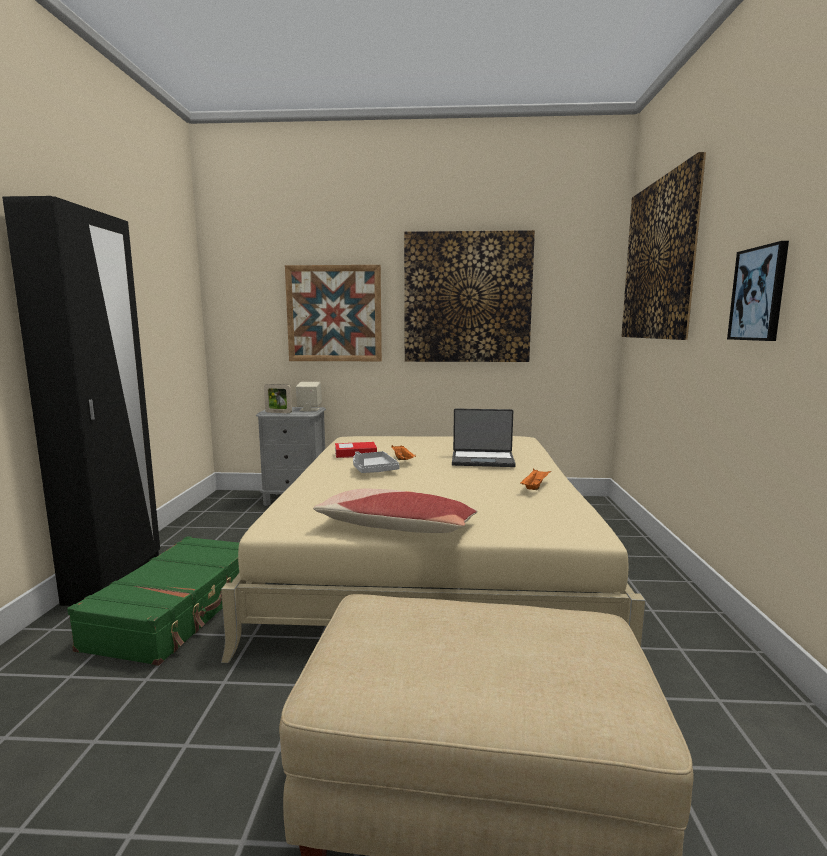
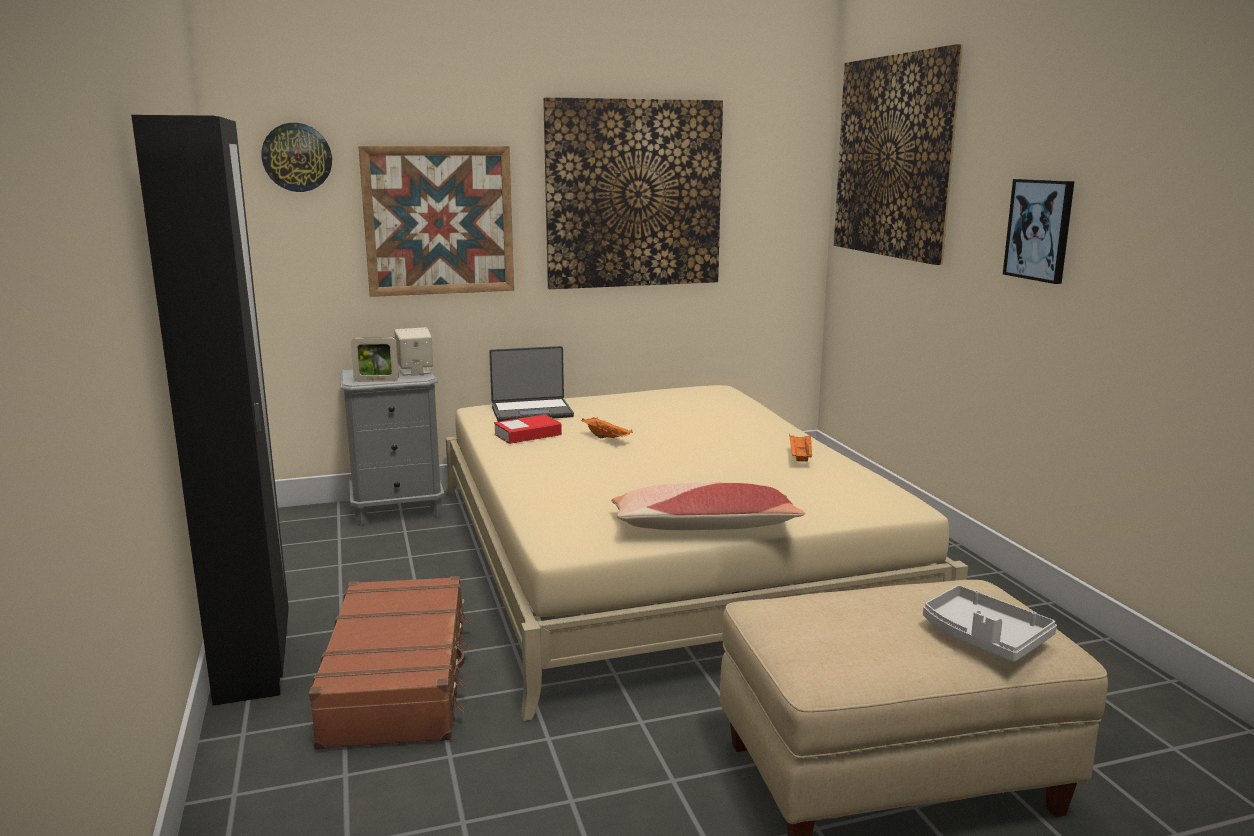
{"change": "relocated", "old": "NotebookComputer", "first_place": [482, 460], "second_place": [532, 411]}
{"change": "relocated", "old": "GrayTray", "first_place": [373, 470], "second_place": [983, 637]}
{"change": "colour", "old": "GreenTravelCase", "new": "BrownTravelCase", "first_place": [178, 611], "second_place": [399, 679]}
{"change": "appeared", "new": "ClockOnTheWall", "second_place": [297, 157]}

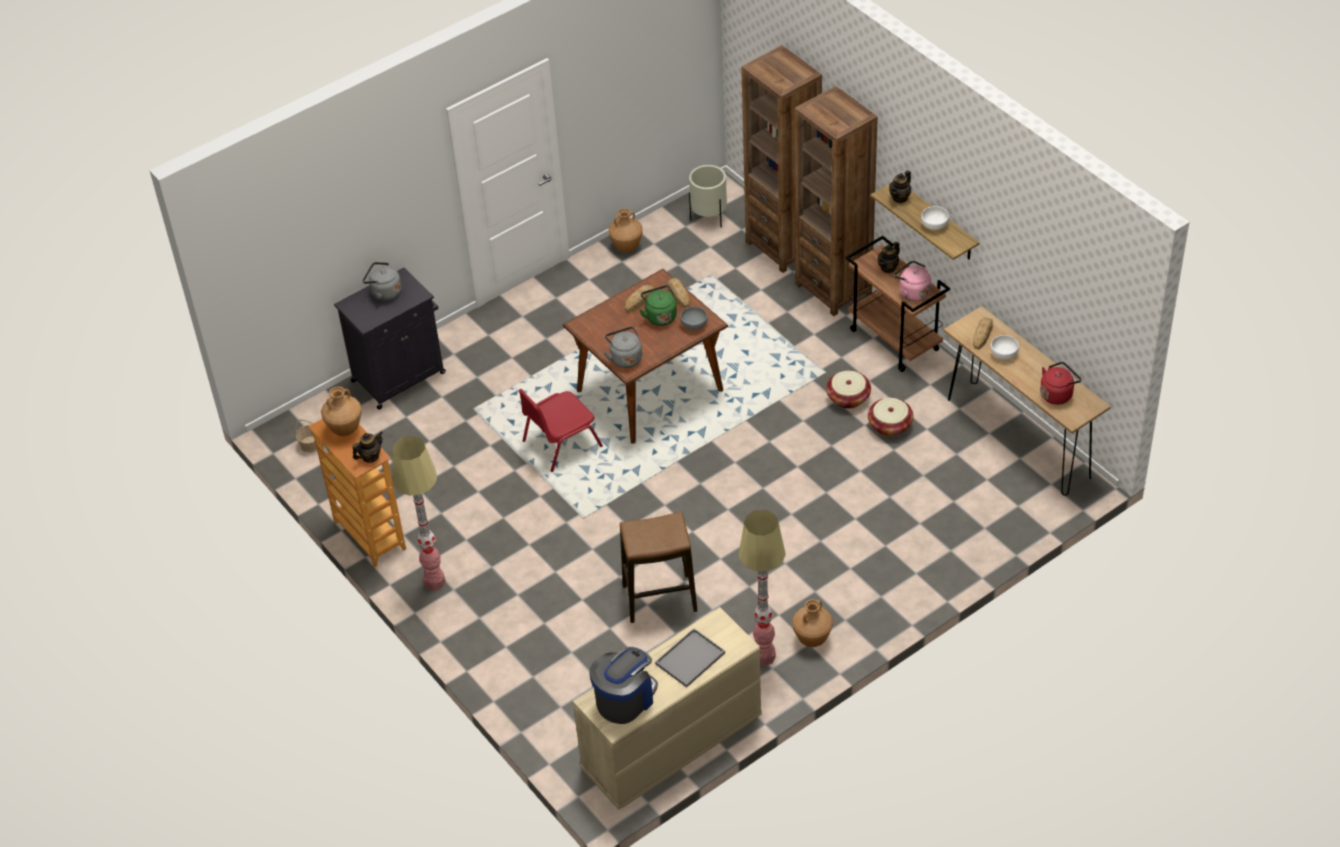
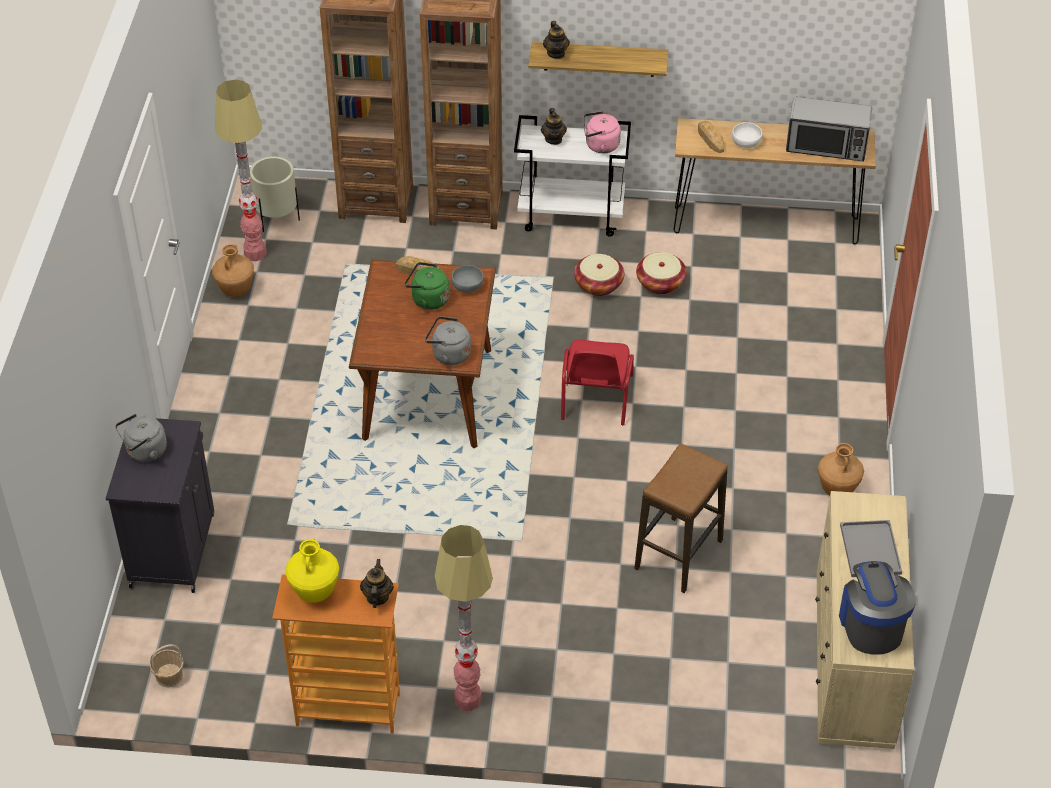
{"change": "missing", "old": "WhiteColouredDeepDish", "first_place": [934, 224]}
{"change": "colour", "old": "BrownWheeledCart", "new": "WhiteColouredWheeledCart", "first_place": [895, 340], "second_place": [572, 215]}
{"change": "missing", "old": "BakedBread", "first_place": [640, 300]}
{"change": "exchanged", "old": "RedColouredKettle", "new": "Microwave", "first_place": [1057, 394], "second_place": [826, 146]}
{"change": "colour", "old": "BrownFlowerVase", "new": "YellowishFlowerVase", "first_place": [345, 429], "second_place": [315, 592]}
{"change": "relocated", "old": "RedColouredUprightChair", "first_place": [560, 443], "second_place": [595, 398]}
{"change": "relocated", "old": "StandingLamp", "first_place": [764, 656], "second_place": [255, 253]}

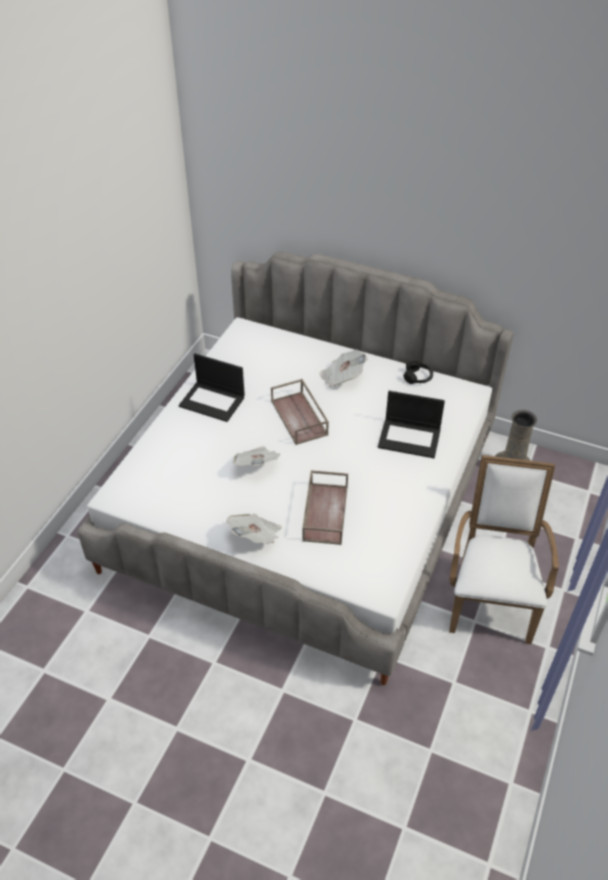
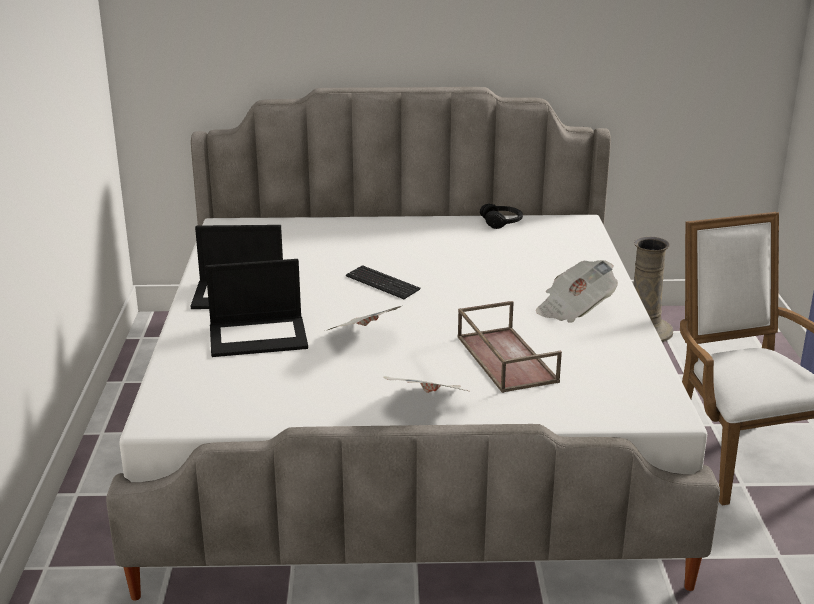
{"change": "relocated", "old": "Newspaper", "first_place": [342, 377], "second_place": [574, 310]}
{"change": "exchanged", "old": "BrownTray", "new": "ComputerKeyboard", "first_place": [300, 418], "second_place": [382, 284]}
{"change": "relocated", "old": "NotebookComputer", "first_place": [410, 438], "second_place": [259, 336]}

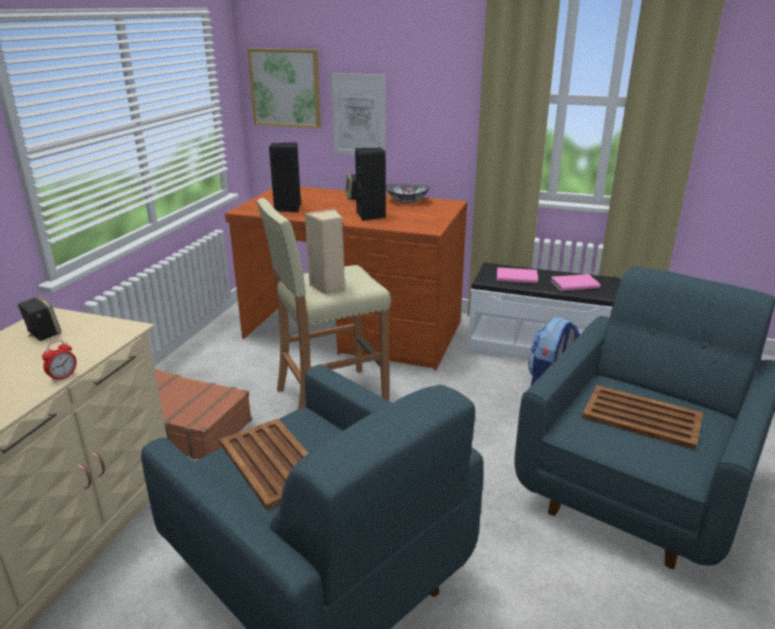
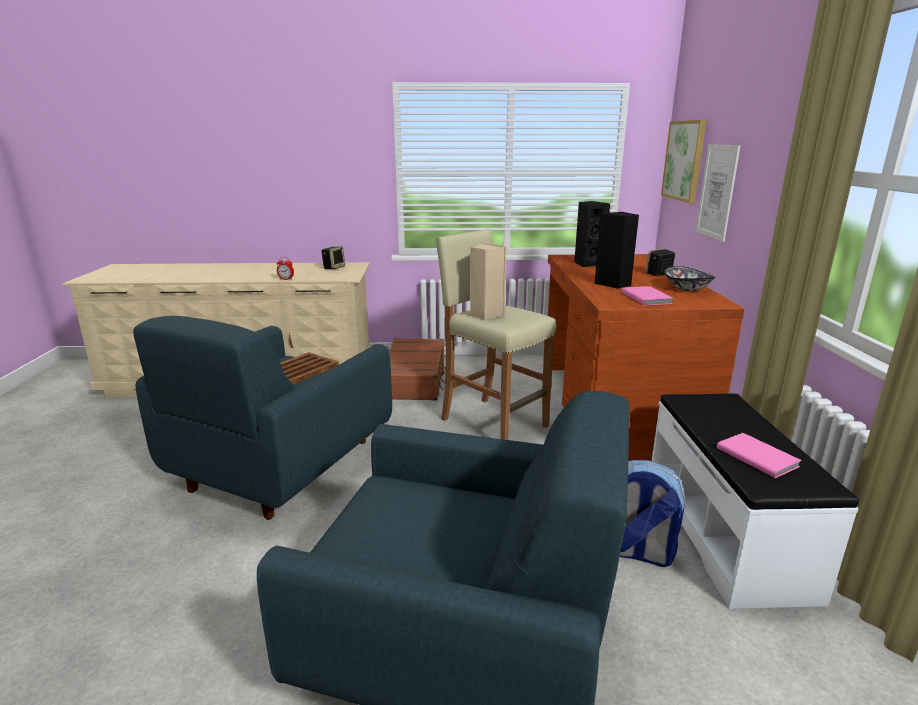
{"change": "relocated", "old": "PinkishBoundBook", "first_place": [516, 277], "second_place": [647, 297]}
{"change": "missing", "old": "BrownTray", "first_place": [640, 417]}

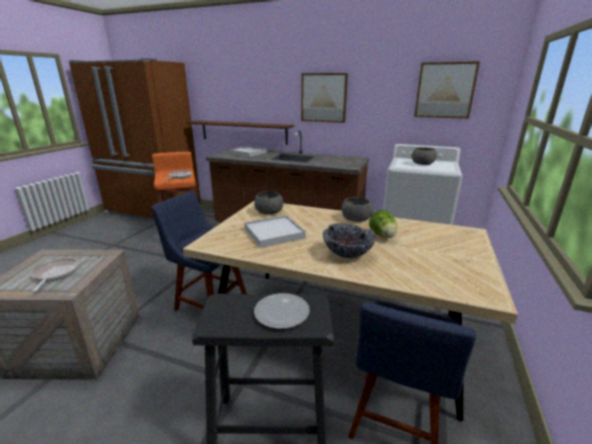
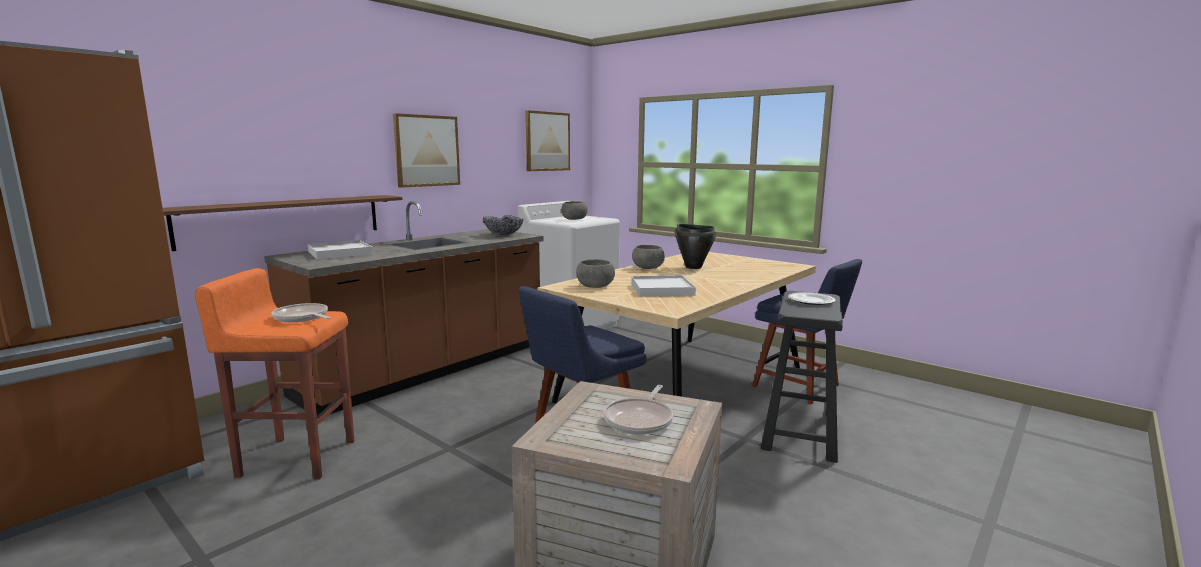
{"change": "exchanged", "old": "LettuceHead", "new": "BlackishSaucepot", "first_place": [383, 236], "second_place": [693, 267]}
{"change": "relocated", "old": "DeepDish", "first_place": [348, 254], "second_place": [504, 235]}
{"change": "spun", "old": "Pan", "first_place": [55, 274], "second_place": [640, 419], "degrees": -75}

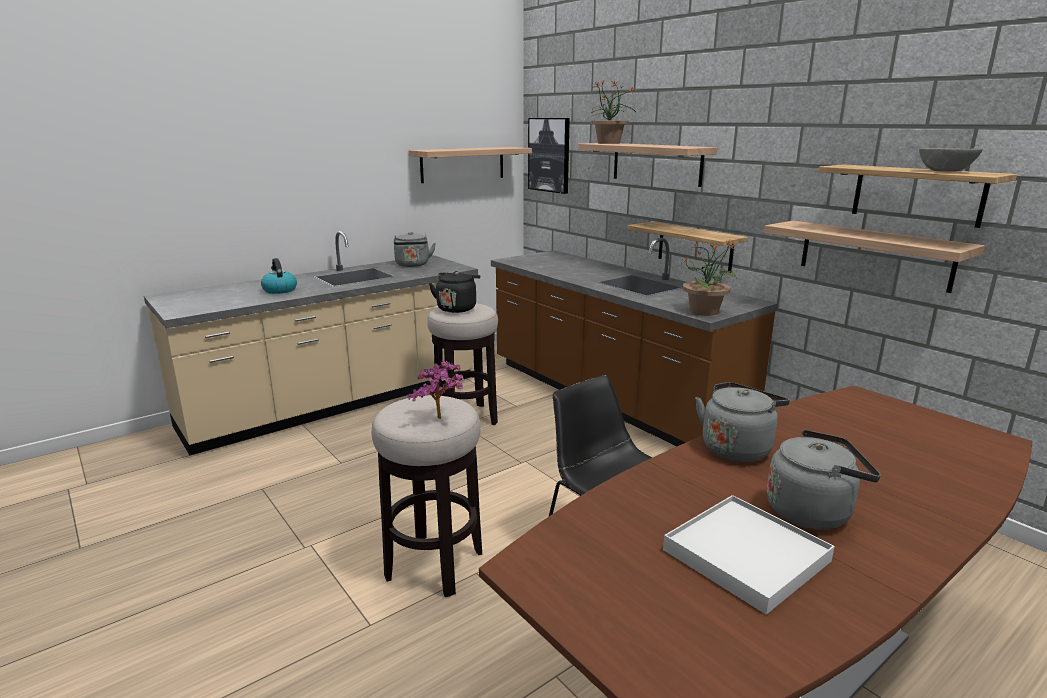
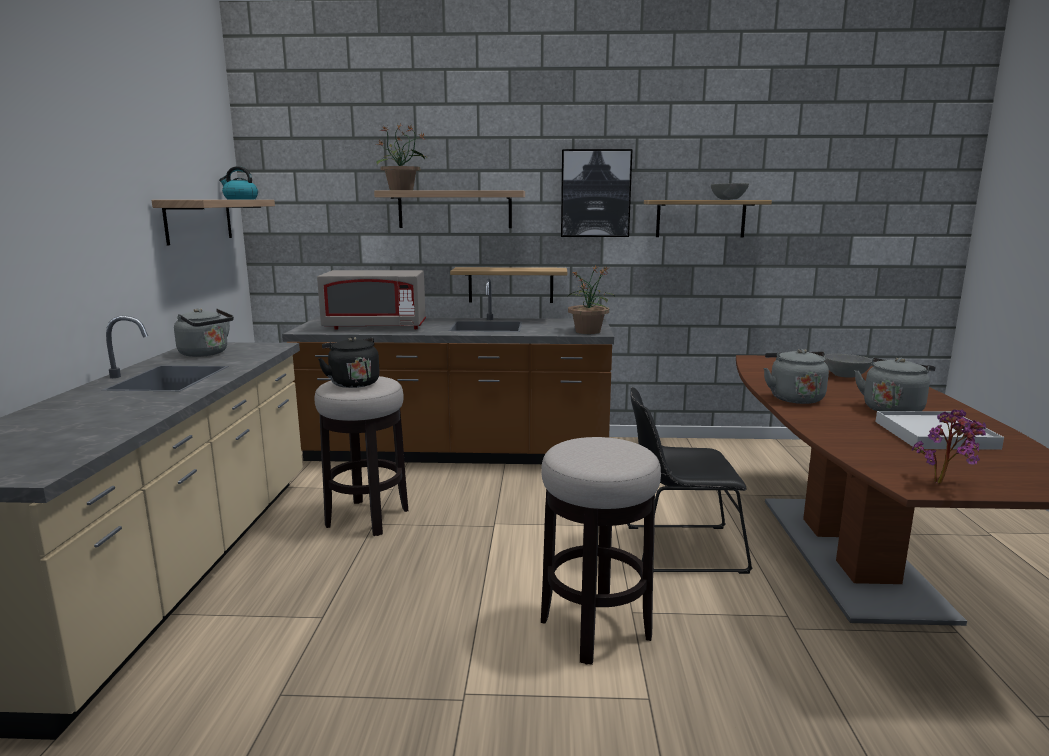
{"change": "relocated", "old": "Picture", "first_place": [549, 155], "second_place": [595, 193]}
{"change": "missing", "old": "WallShelf", "first_place": [874, 255]}
{"change": "relocated", "old": "Kettle", "first_place": [279, 290], "second_place": [240, 199]}
{"change": "relocated", "old": "Houseplant", "first_place": [441, 420], "second_place": [944, 483]}
{"change": "appeared", "new": "GrayMicrowave", "second_place": [376, 327]}
{"change": "appeared", "new": "GrayDeepDish", "second_place": [845, 375]}

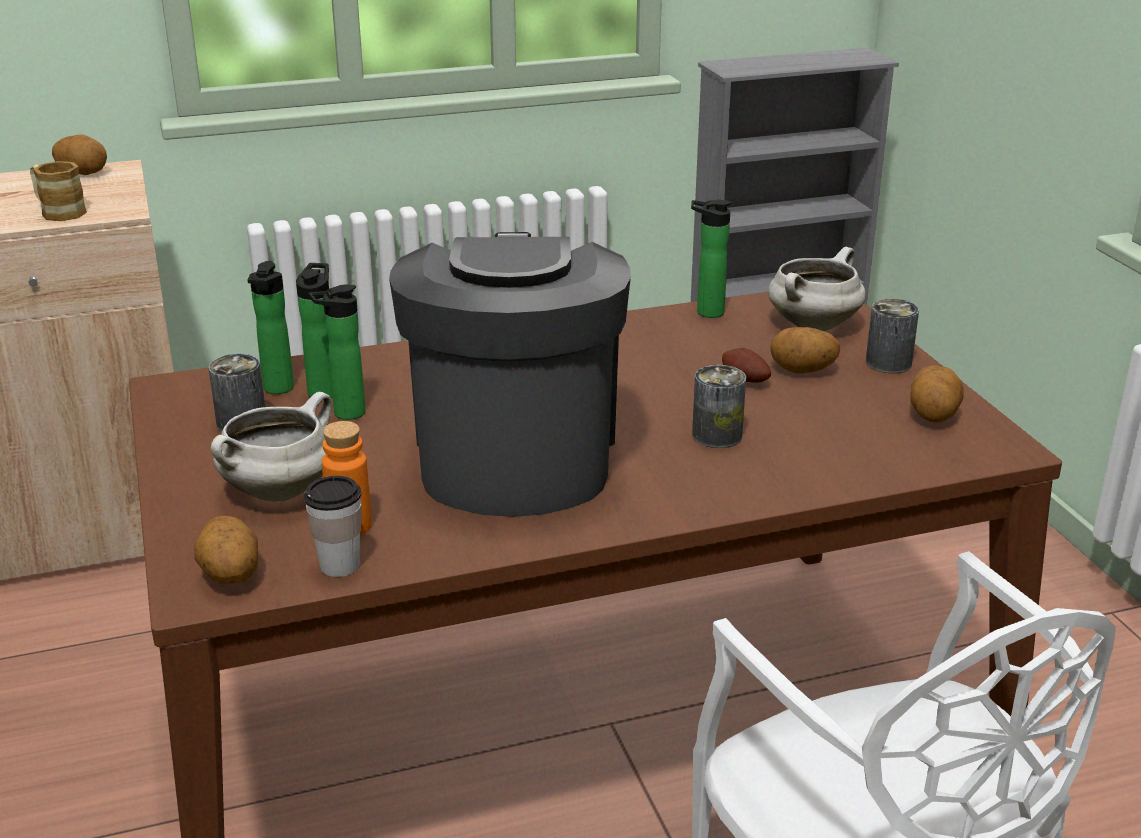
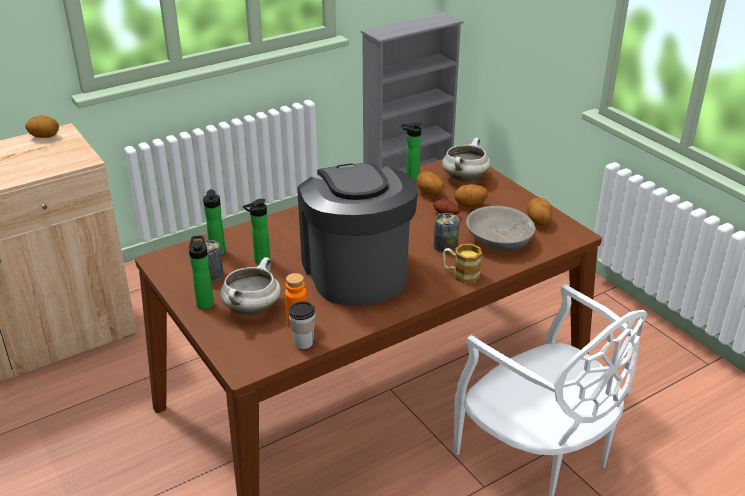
{"change": "relocated", "old": "TeaMug", "first_place": [58, 211], "second_place": [460, 274]}
{"change": "relocated", "old": "Bottle", "first_place": [324, 390], "second_place": [205, 302]}
{"change": "missing", "old": "Can", "first_place": [888, 363]}
{"change": "relocated", "old": "Spud", "first_place": [230, 577], "second_place": [429, 193]}
{"change": "appeared", "new": "GrayDeepDish", "second_place": [498, 240]}

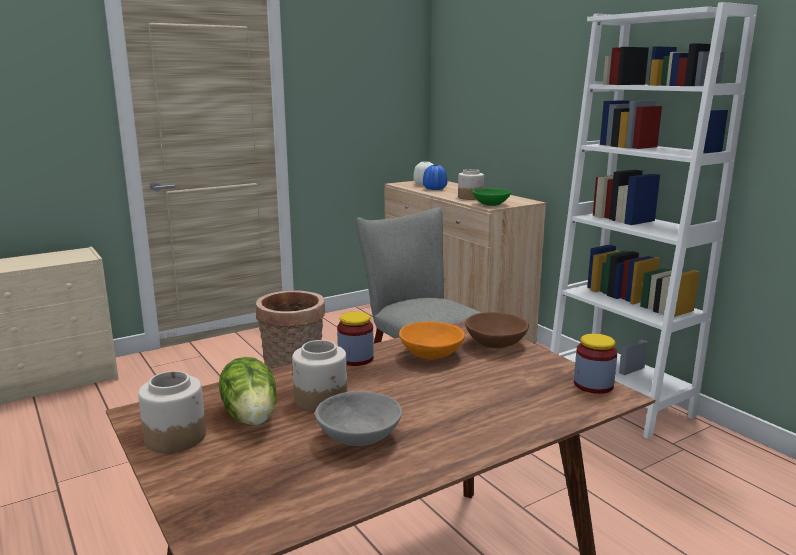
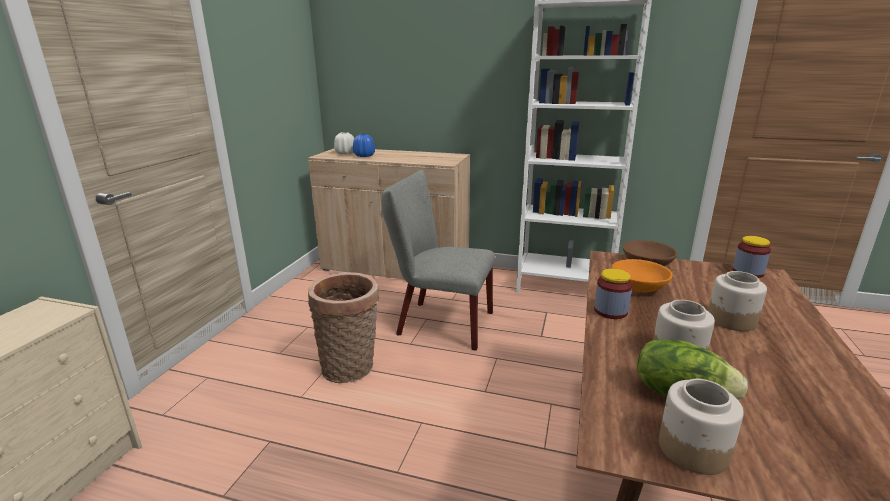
{"change": "relocated", "old": "Jar", "first_place": [470, 197], "second_place": [731, 320]}
{"change": "missing", "old": "GreenDeepDish", "first_place": [491, 204]}
{"change": "missing", "old": "GrayDeepDish", "first_place": [359, 437]}

